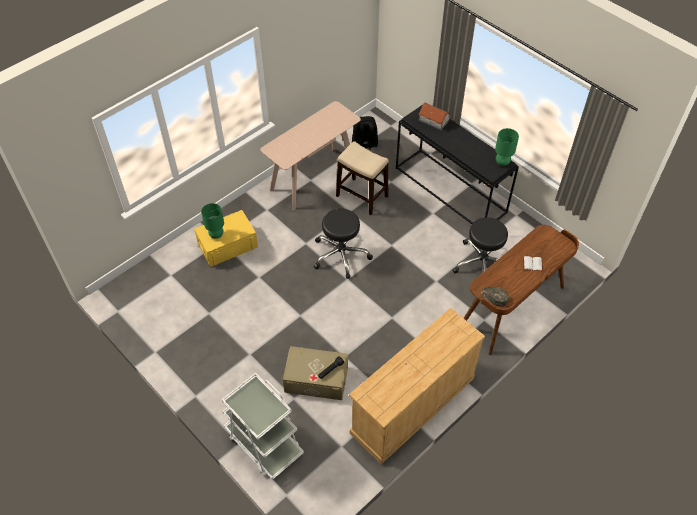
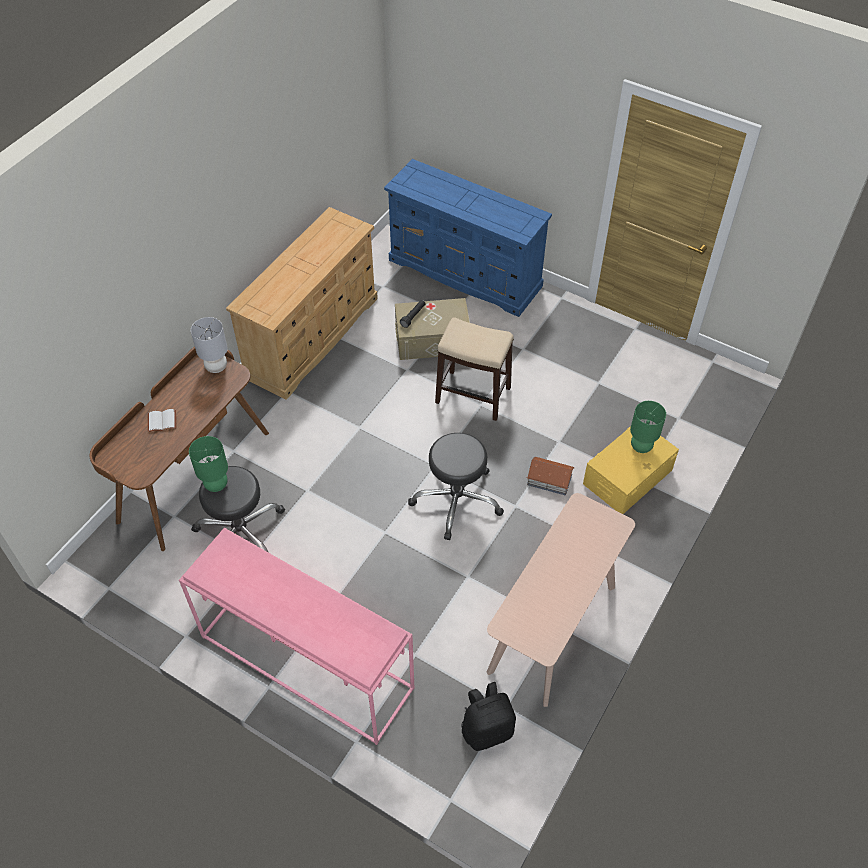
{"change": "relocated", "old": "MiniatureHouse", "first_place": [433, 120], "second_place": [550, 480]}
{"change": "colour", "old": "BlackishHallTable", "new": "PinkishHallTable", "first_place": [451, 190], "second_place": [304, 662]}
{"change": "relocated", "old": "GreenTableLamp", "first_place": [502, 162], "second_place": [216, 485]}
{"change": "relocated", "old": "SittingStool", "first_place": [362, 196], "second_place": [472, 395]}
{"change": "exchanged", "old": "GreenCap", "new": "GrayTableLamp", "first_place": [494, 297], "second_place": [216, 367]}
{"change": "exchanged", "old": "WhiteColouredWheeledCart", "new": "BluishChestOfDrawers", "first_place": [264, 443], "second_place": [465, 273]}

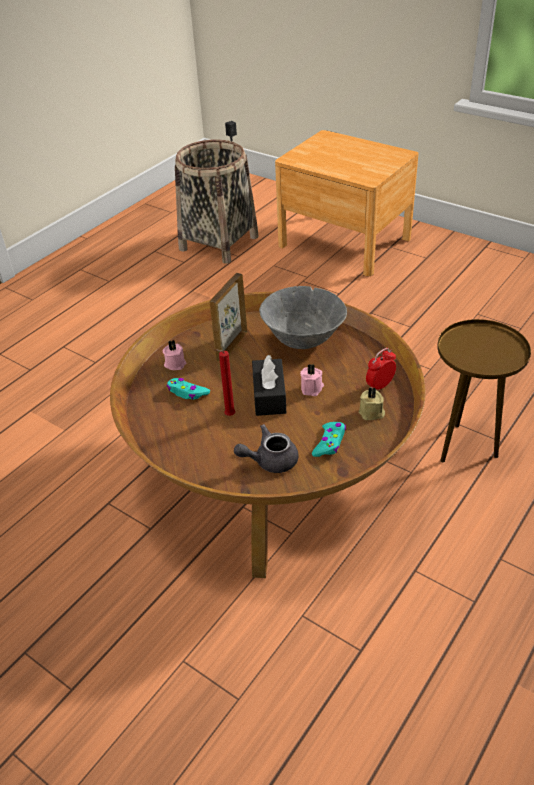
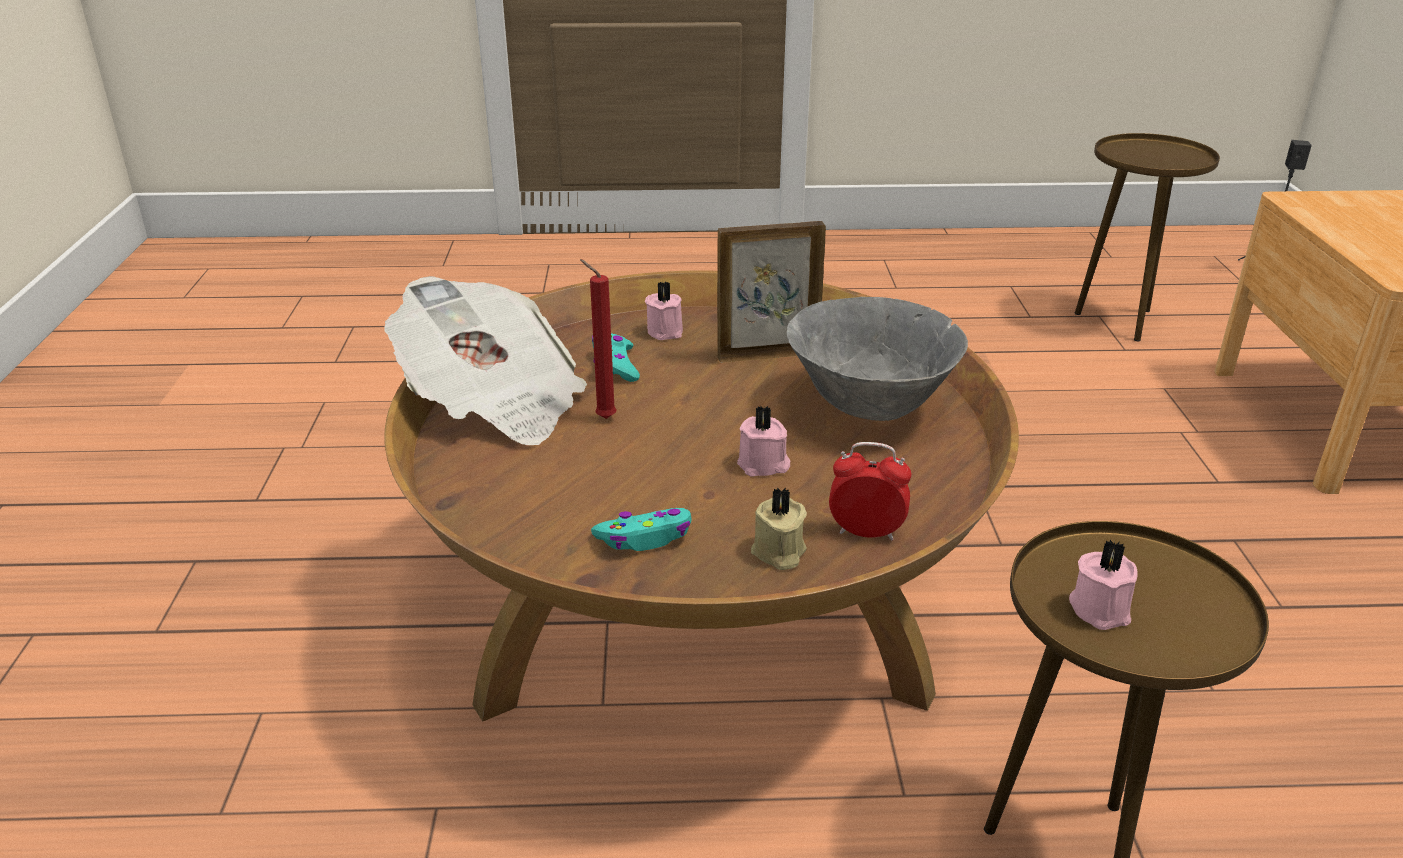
{"change": "exchanged", "old": "Basket", "new": "BrownSideTable", "first_place": [218, 243], "second_place": [1120, 321]}
{"change": "missing", "old": "BlackishBoxOfTissues", "first_place": [269, 396]}
{"change": "missing", "old": "GrayTeapot", "first_place": [270, 461]}
{"change": "appeared", "new": "Newspaper", "second_place": [493, 403]}
{"change": "appeared", "new": "PinkishWaxLight", "second_place": [1101, 608]}

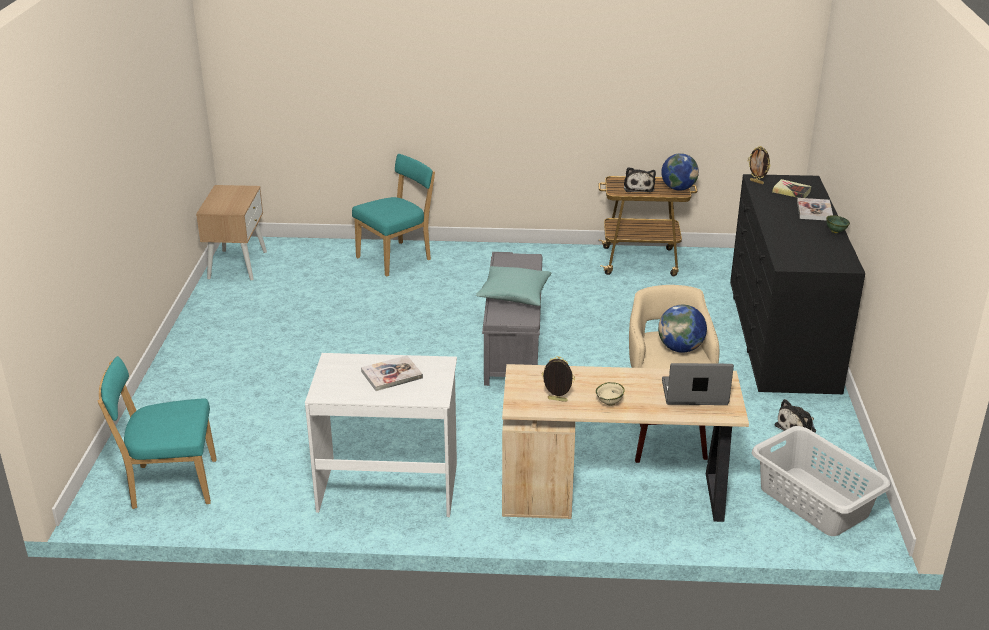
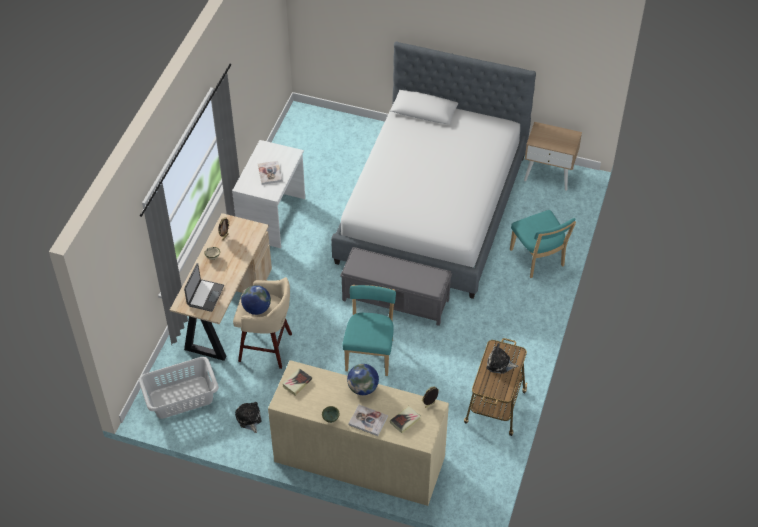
{"change": "relocated", "old": "WorldGlobe", "first_place": [678, 188], "second_place": [363, 388]}
{"change": "colour", "old": "BlackishChestOfDrawers", "new": "SandColouredChestOfDrawers", "first_place": [781, 334], "second_place": [359, 459]}
{"change": "missing", "old": "TurquoiseColouredThrowPillow", "first_place": [514, 295]}
{"change": "relocated", "old": "TurquoiseColouredUprightChair", "first_place": [170, 484], "second_place": [370, 353]}
{"change": "appeared", "new": "SleepingBed", "second_place": [432, 209]}
{"change": "appeared", "new": "BoundBook", "second_place": [297, 383]}

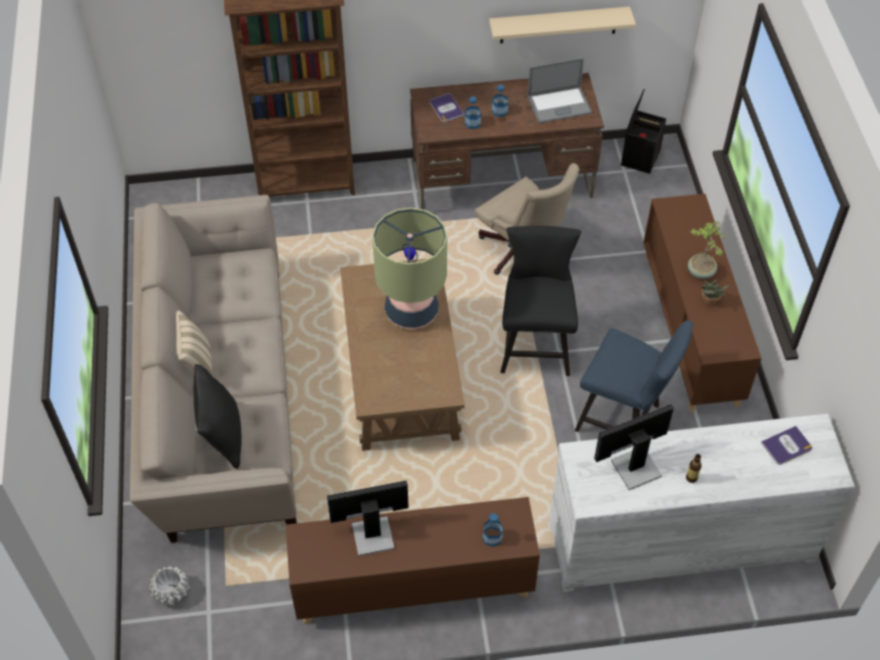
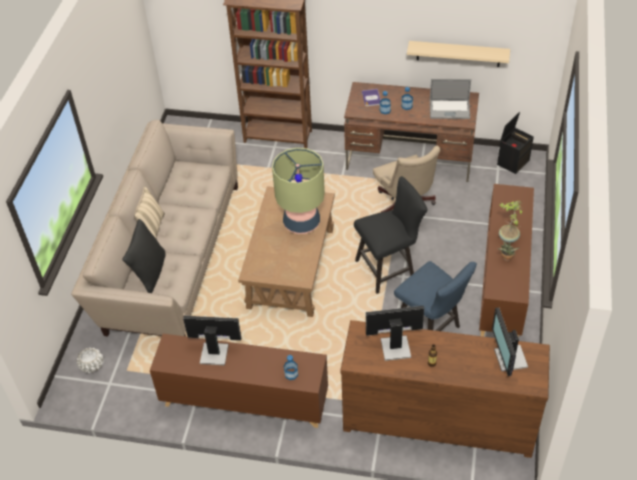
{"change": "spun", "old": "BlackishUprightChair", "first_place": [535, 344], "second_place": [389, 268], "degrees": 45}
{"change": "colour", "old": "WhiteColouredChestOfDrawers", "new": "BrownChestOfDrawers", "first_place": [679, 539], "second_place": [438, 418]}
{"change": "exchanged", "old": "BoundBook", "new": "Monitor", "first_place": [786, 446], "second_place": [509, 359]}

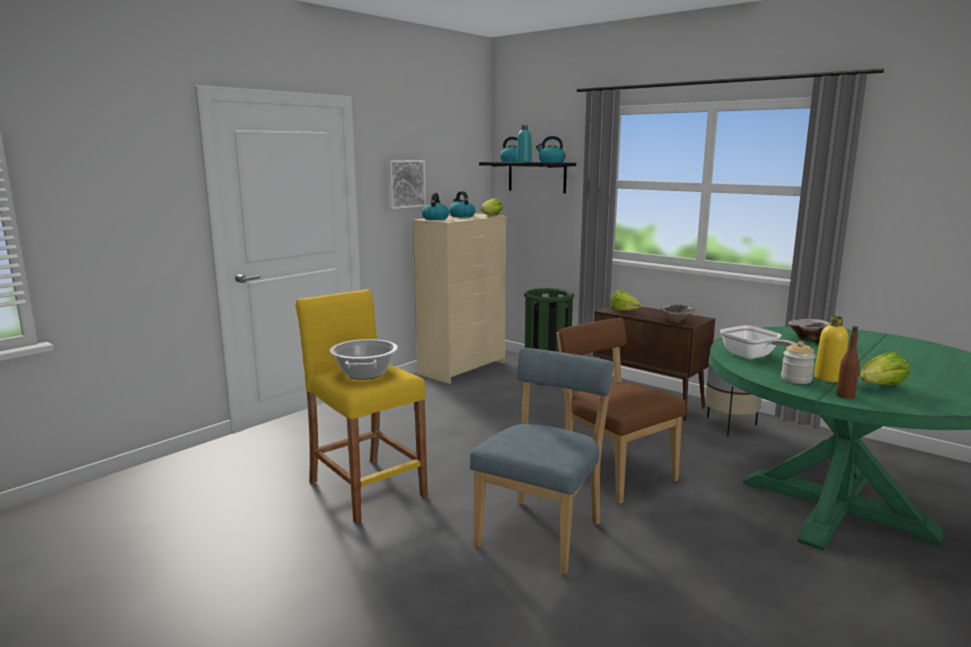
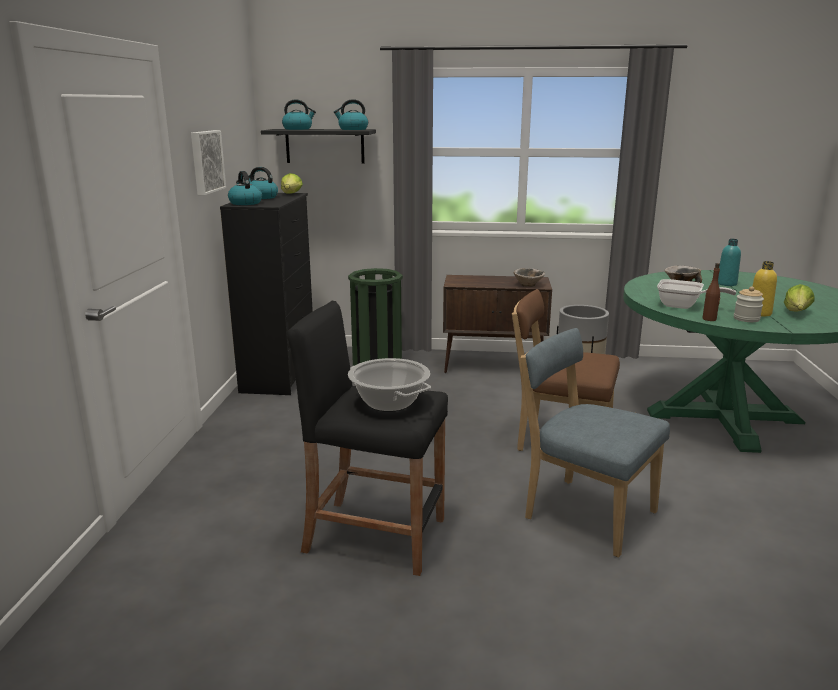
{"change": "relocated", "old": "TurquoiseColouredBottle", "first_place": [524, 162], "second_place": [726, 284]}
{"change": "colour", "old": "SandColouredChestOfDrawers", "new": "BlackishChestOfDrawers", "first_place": [463, 368], "second_place": [280, 374]}
{"change": "colour", "old": "YellowishSittingStool", "new": "BlackishSittingStool", "first_place": [367, 488], "second_place": [375, 535]}
{"change": "missing", "old": "LettuceHead", "first_place": [624, 311]}
{"change": "relocated", "old": "BrownBottle", "first_place": [845, 396], "second_place": [709, 319]}
{"change": "spun", "old": "BluishUprightChair", "first_place": [543, 532], "second_place": [584, 513], "degrees": -45}

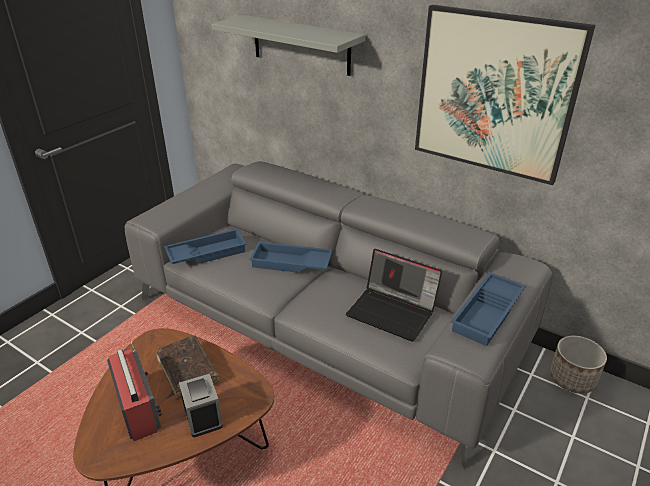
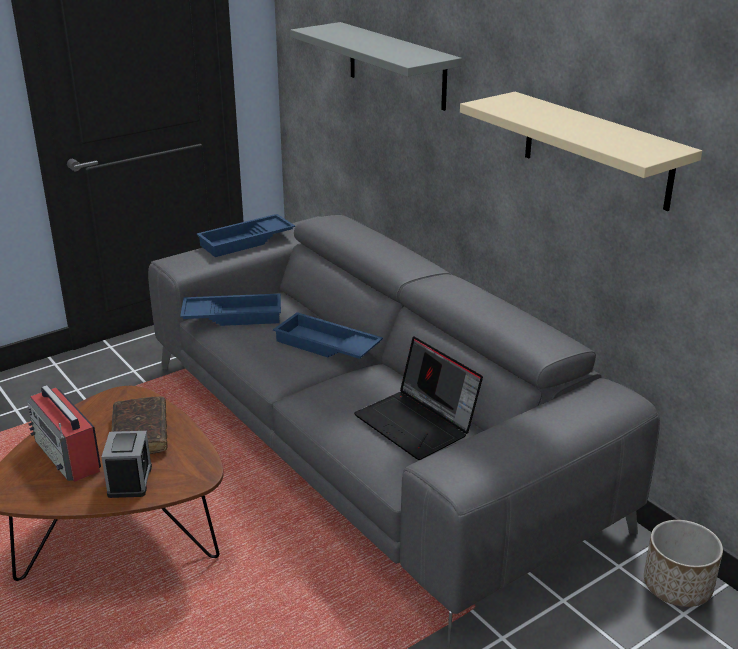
{"change": "exchanged", "old": "Picture", "new": "SandColouredWallShelf", "first_place": [494, 94], "second_place": [596, 150]}
{"change": "relocated", "old": "BluishTray", "first_place": [488, 313], "second_place": [246, 241]}
{"change": "spun", "old": "RadioReceiver", "first_place": [137, 407], "second_place": [68, 456], "degrees": 150}

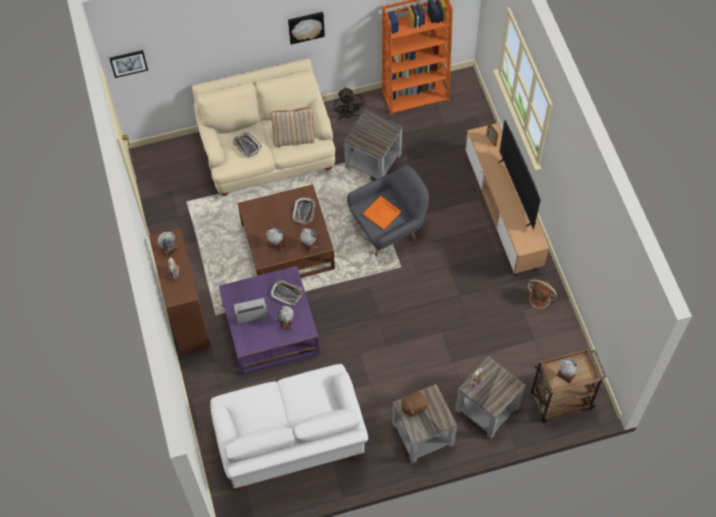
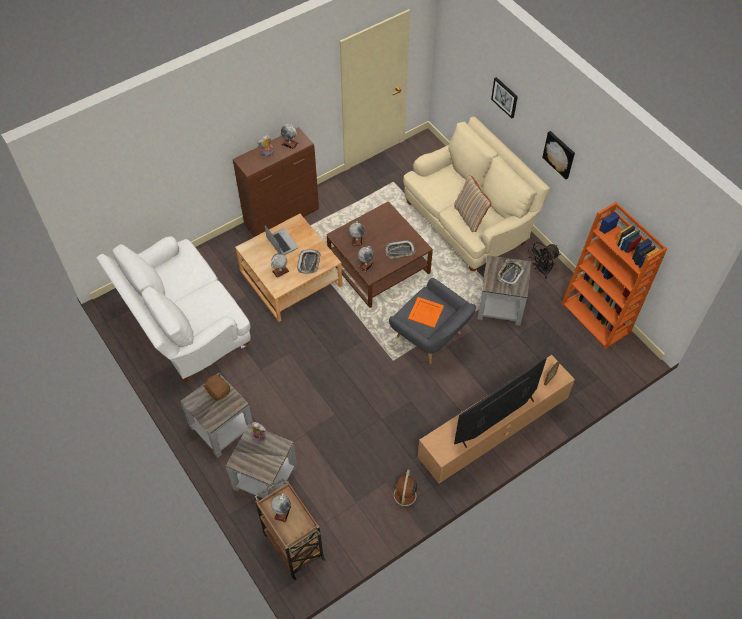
{"change": "relocated", "old": "Picture", "first_place": [128, 63], "second_place": [505, 97]}
{"change": "relocated", "old": "Tray", "first_place": [247, 146], "second_place": [510, 273]}
{"change": "colour", "old": "PurpleCoffeeTable", "new": "SandColouredCoffeeTable", "first_place": [271, 329], "second_place": [290, 278]}

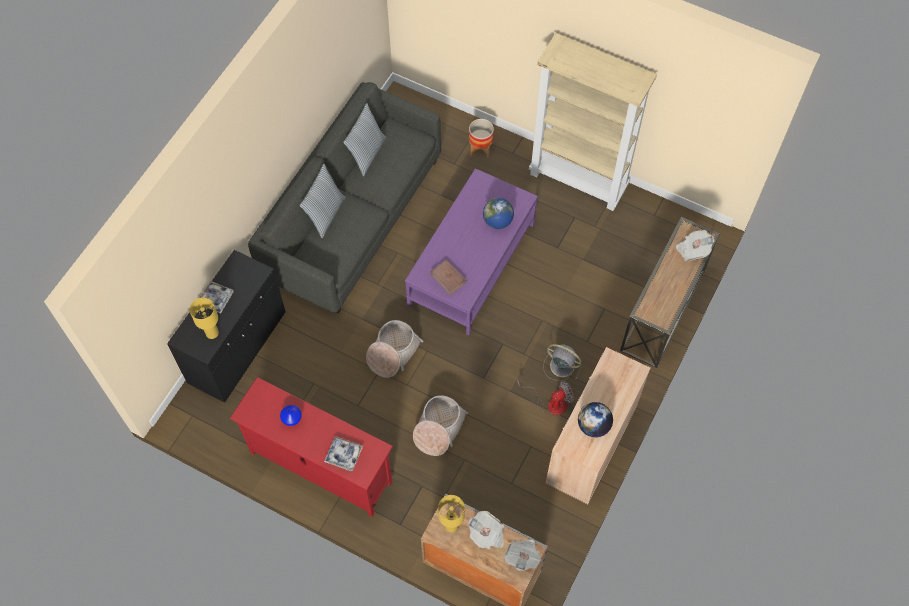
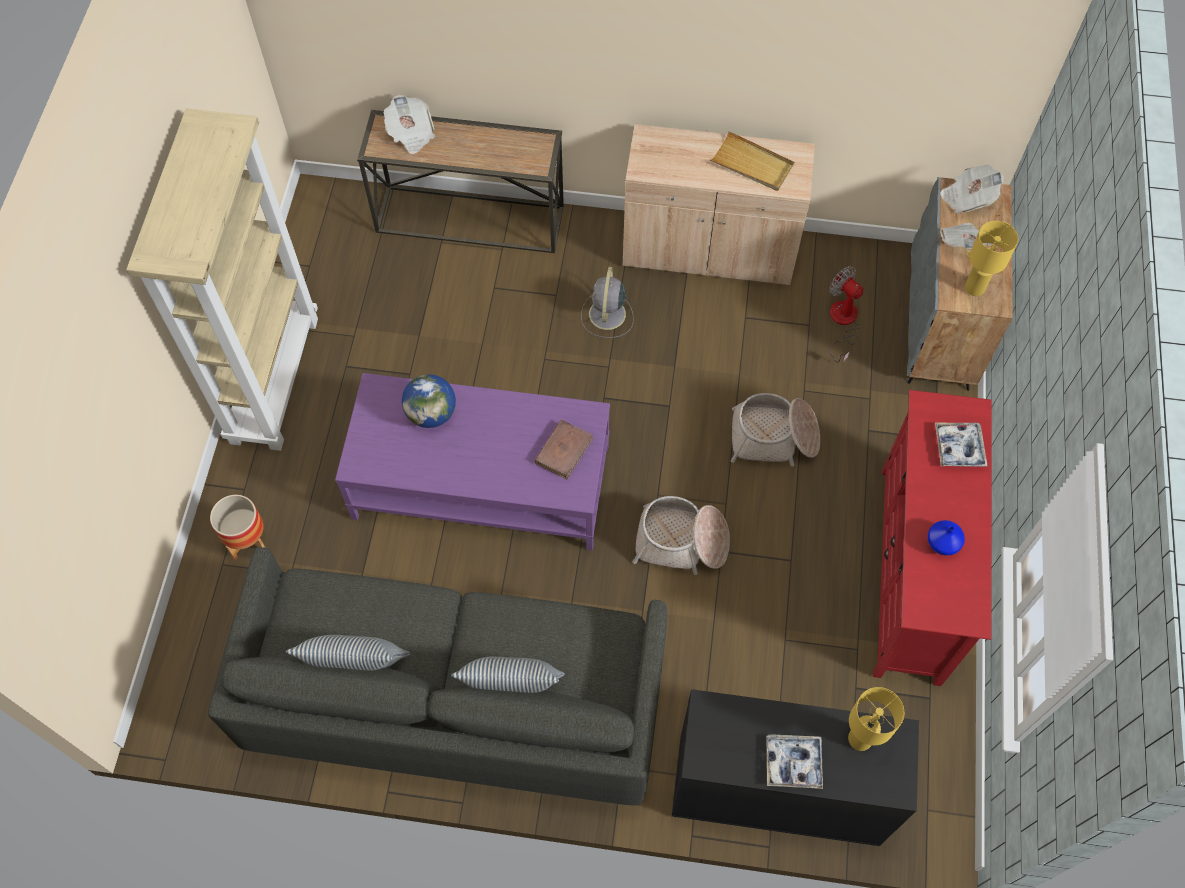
{"change": "relocated", "old": "Fan", "first_place": [550, 403], "second_place": [842, 322]}
{"change": "exchanged", "old": "WorldGlobe", "new": "SandColouredTray", "first_place": [593, 426], "second_place": [752, 164]}

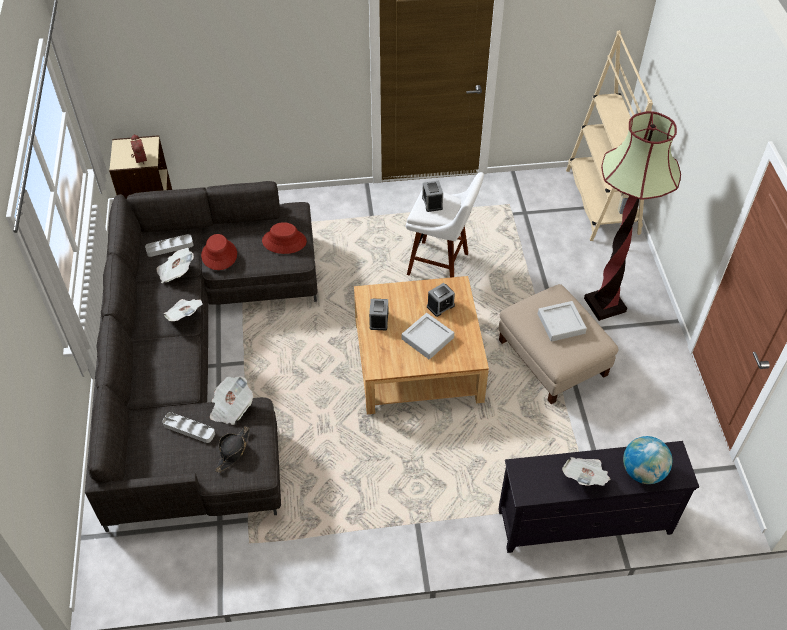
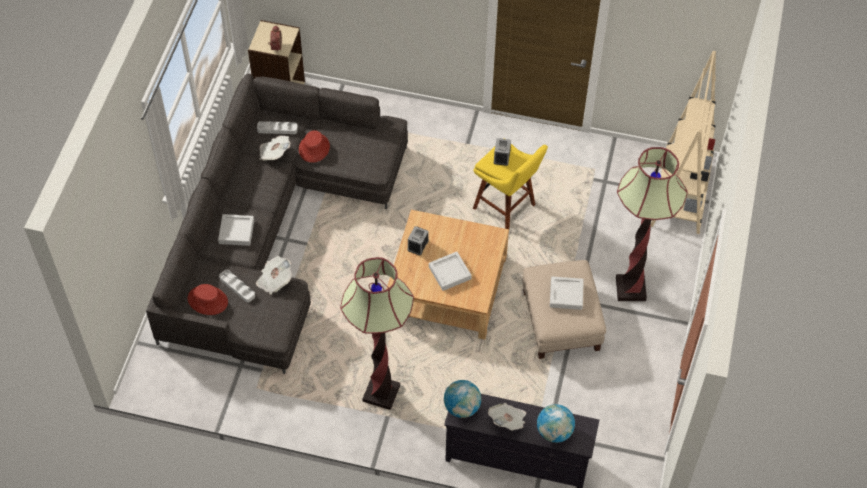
{"change": "colour", "old": "WhiteColouredSittingStool", "new": "YellowishSittingStool", "first_place": [441, 265], "second_place": [506, 208]}
{"change": "relocated", "old": "RedColouredClothingHat", "first_place": [284, 241], "second_place": [208, 300]}
{"change": "missing", "old": "TableClock", "first_place": [440, 306]}
{"change": "missing", "old": "Newspaper", "first_place": [184, 315]}
{"change": "missing", "old": "BlackishClothingHat", "first_place": [233, 451]}
{"change": "appeared", "new": "GrayTray", "second_place": [236, 232]}
{"change": "appeared", "new": "StandingLamp", "second_place": [381, 393]}
{"change": "appeared", "new": "WorldGlobe", "second_place": [462, 407]}

